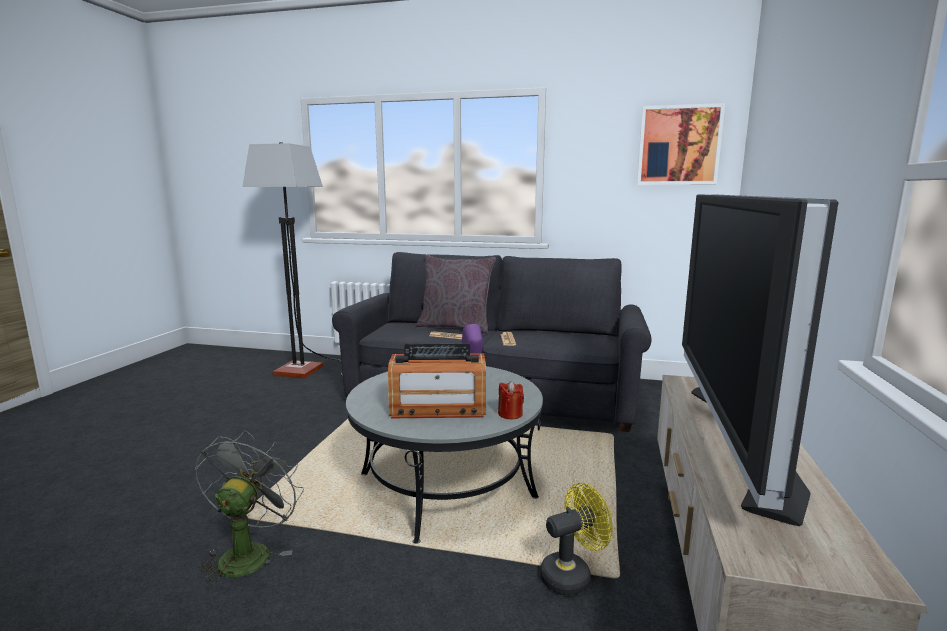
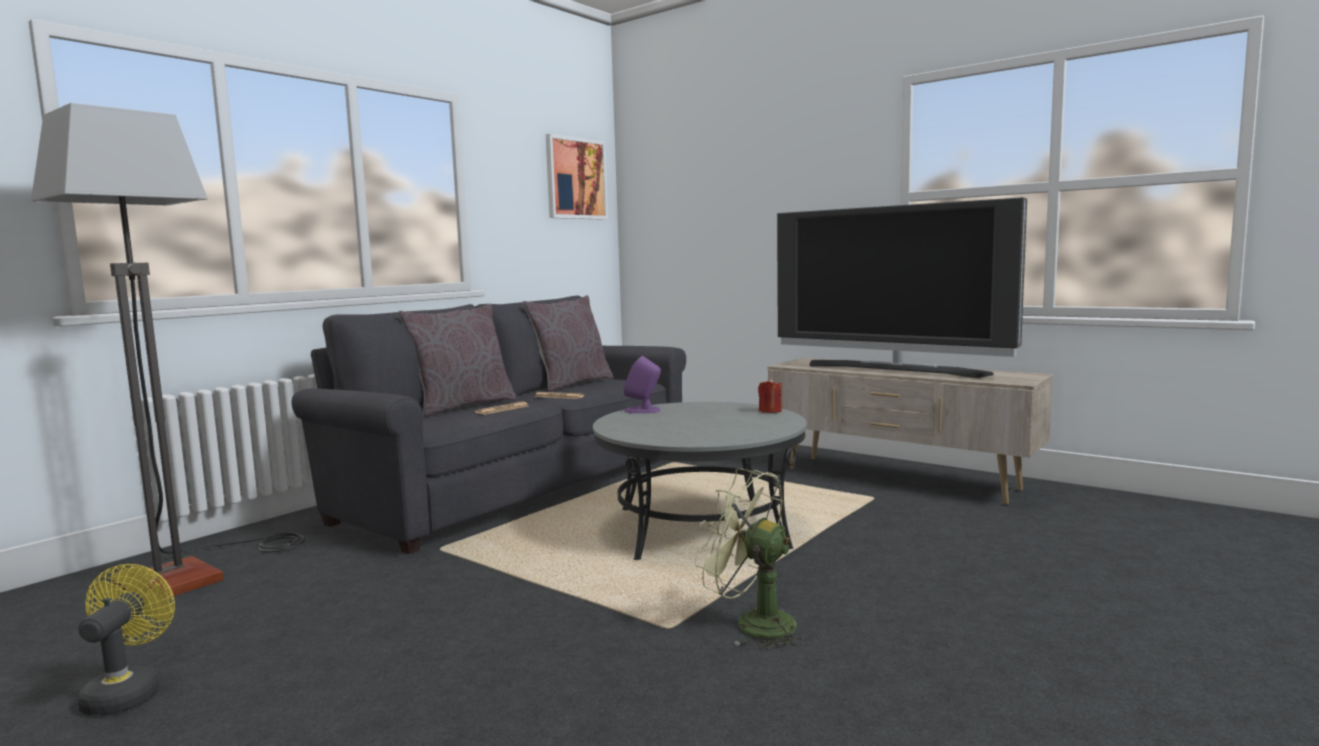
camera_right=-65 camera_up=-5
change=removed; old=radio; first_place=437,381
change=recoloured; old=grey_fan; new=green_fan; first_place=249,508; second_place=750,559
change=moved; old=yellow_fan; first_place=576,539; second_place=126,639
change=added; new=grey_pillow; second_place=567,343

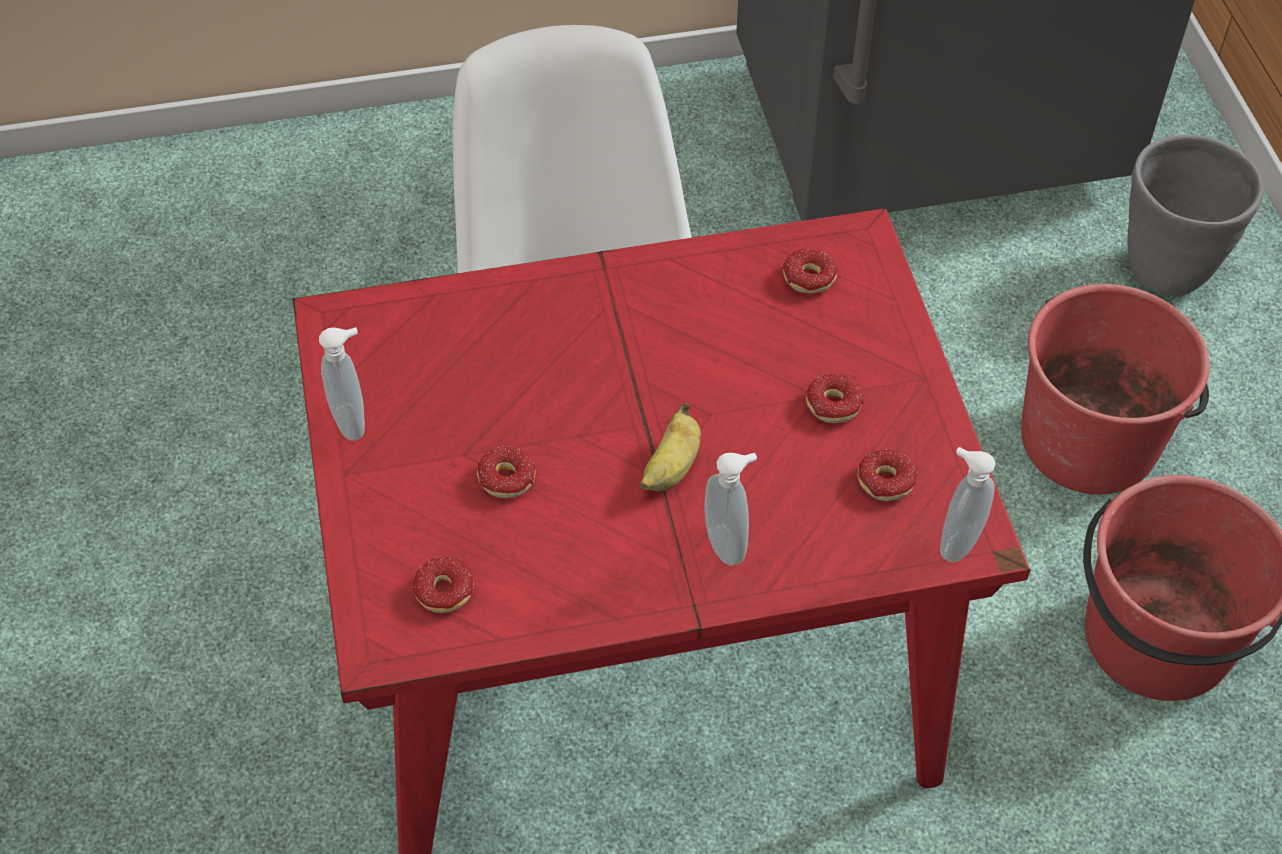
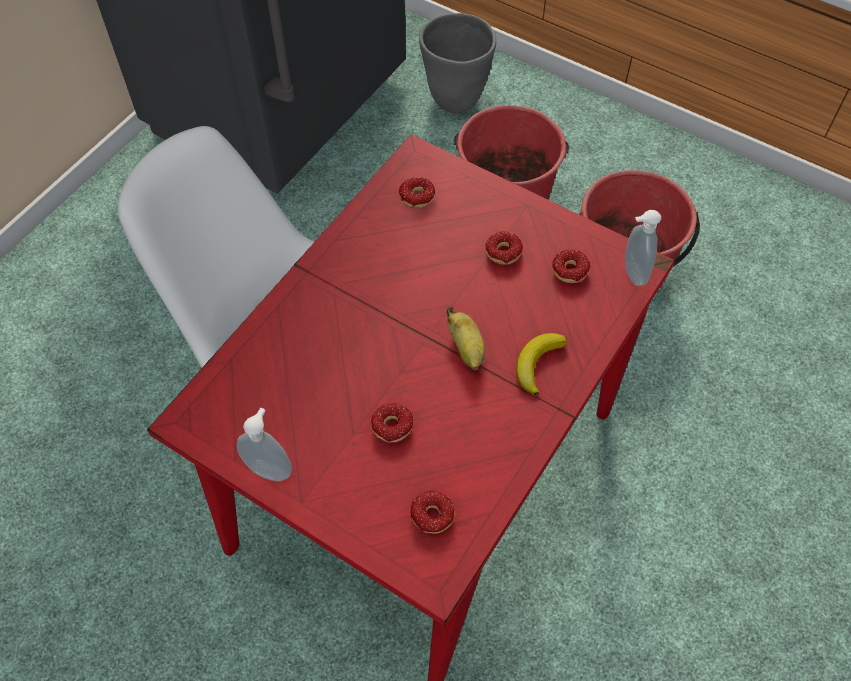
camera_right=-45 camera_up=5
change=replaced; old=soap_dispenser; new=banana; first_place=730,509; second_place=541,364

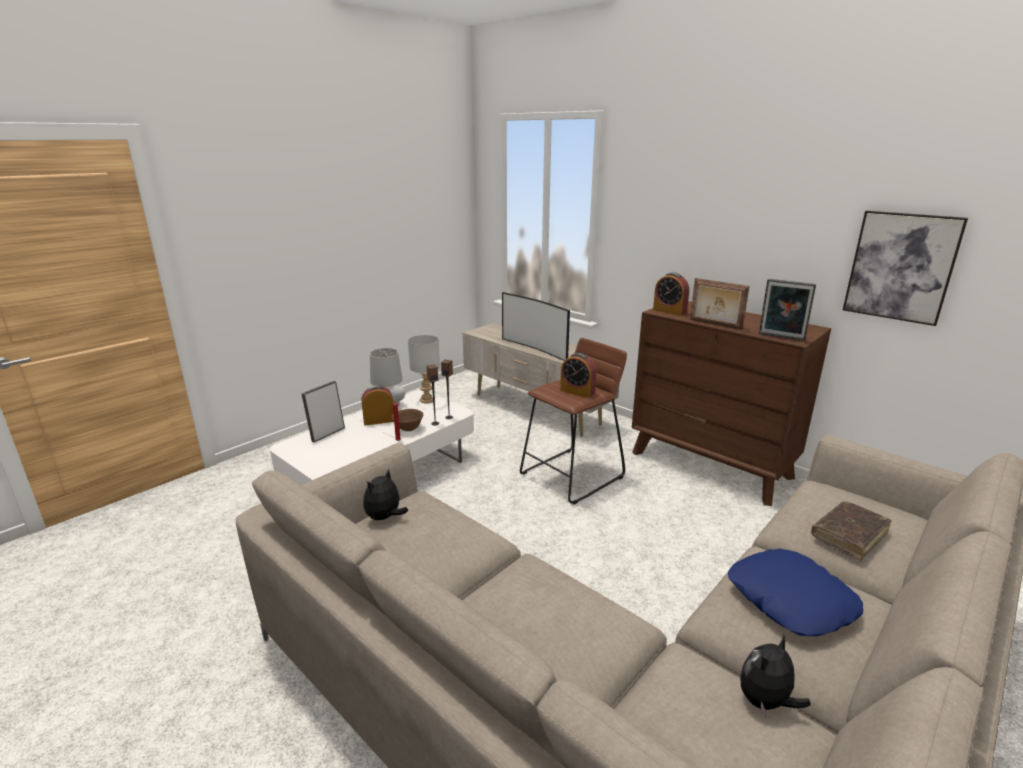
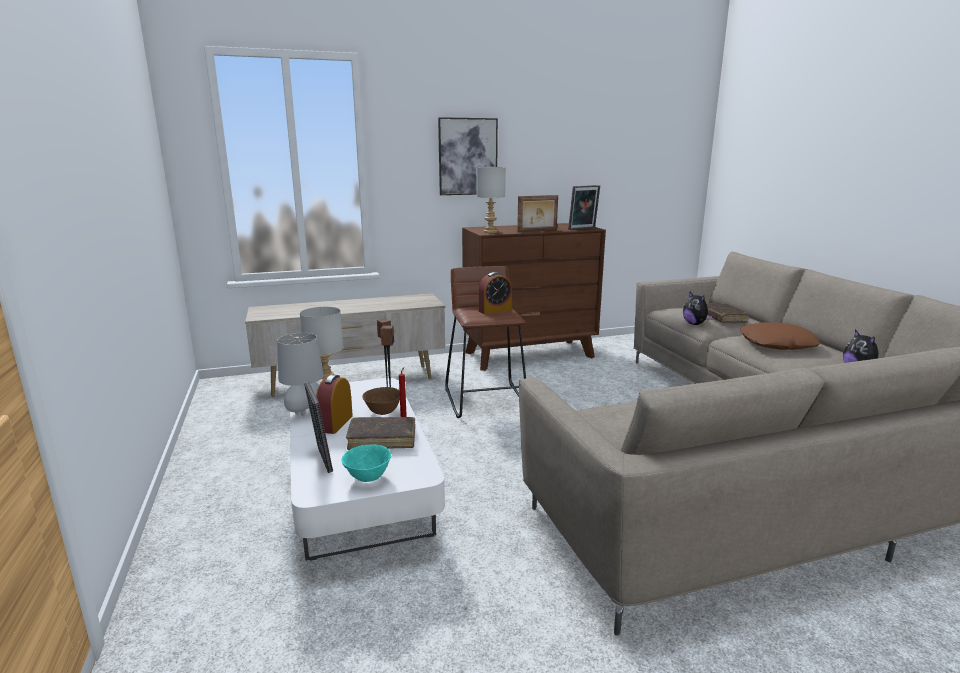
camera_right=-60 camera_up=-5
change=moved; old=picture; first_place=905,268; second_place=468,156
change=replaced; old=alarm_clock; new=grey_table_lamp; first_place=671,294; second_place=491,200
change=removed; old=television; first_place=536,326
change=moved; old=plush_toy; first_place=385,495; second_place=697,308
change=recoloured; old=blue_pillow; new=brown_pillow; first_place=795,592; second_place=780,336
change=added; new=brown_book; second_place=380,433
change=added; new=turquoise_bowl; second_place=366,463

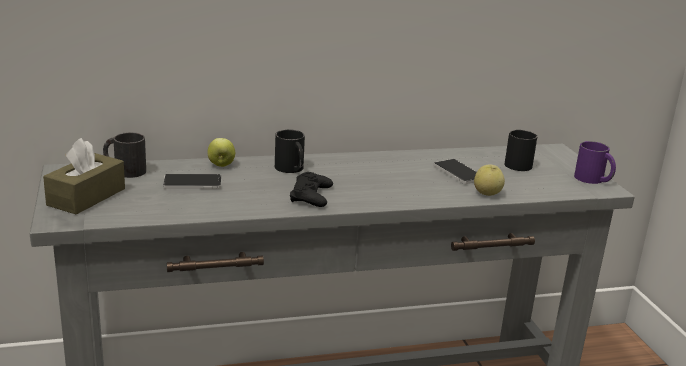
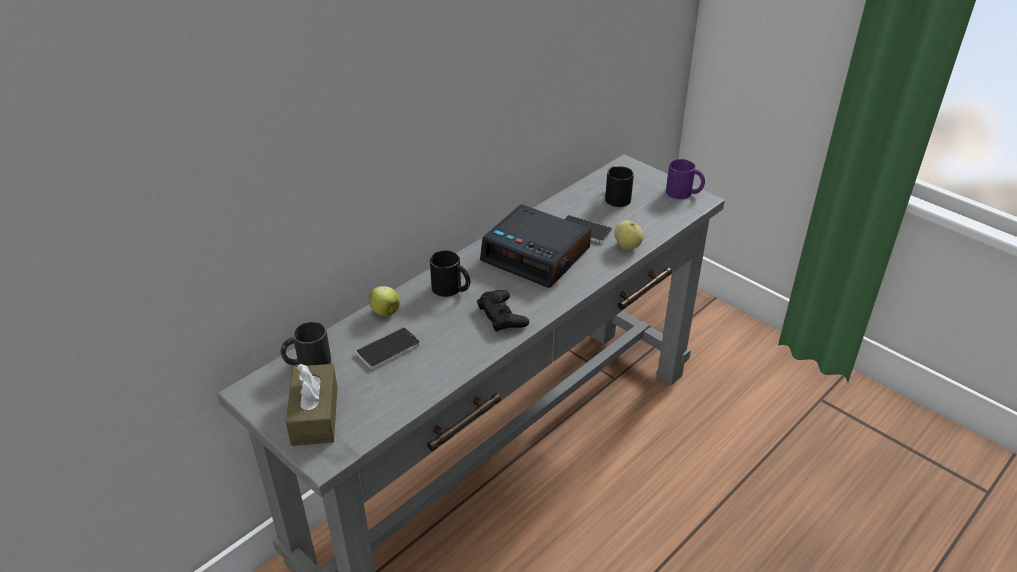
camera_right=-30 camera_up=15
change=added; new=alarm_clock; second_place=535,246

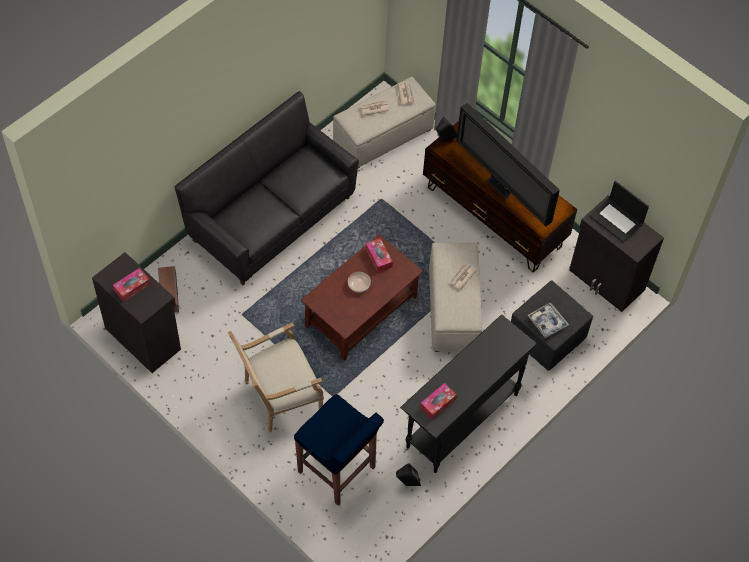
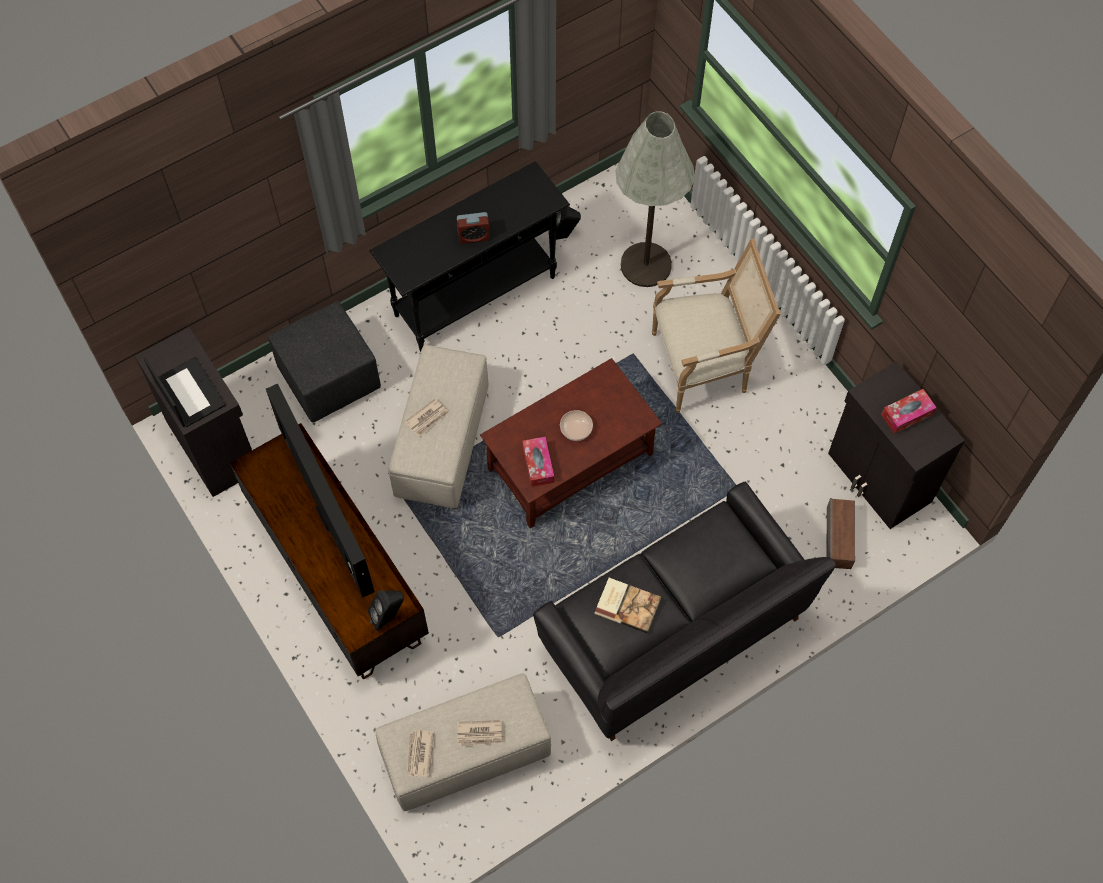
camera_right=-165 camera_up=5
change=removed; old=tray; first_place=548,320
change=removed; old=tissue_box; first_place=438,401
change=replaced; old=blue_stool; new=grey_floor_lamp; first_place=339,449; second_place=655,199
change=added; new=alarm_clock; second_place=473,228
change=added; new=book; second_place=627,606

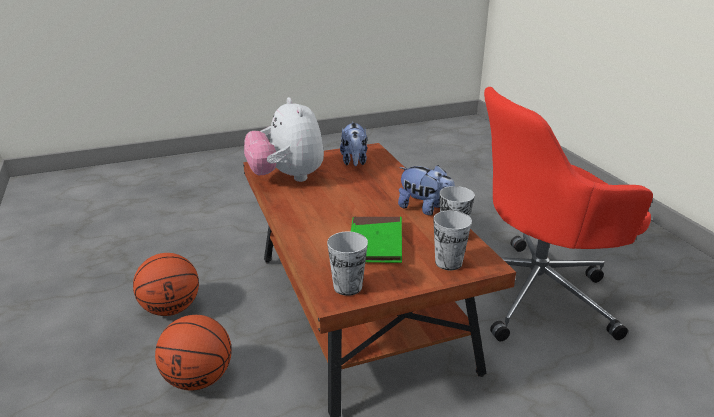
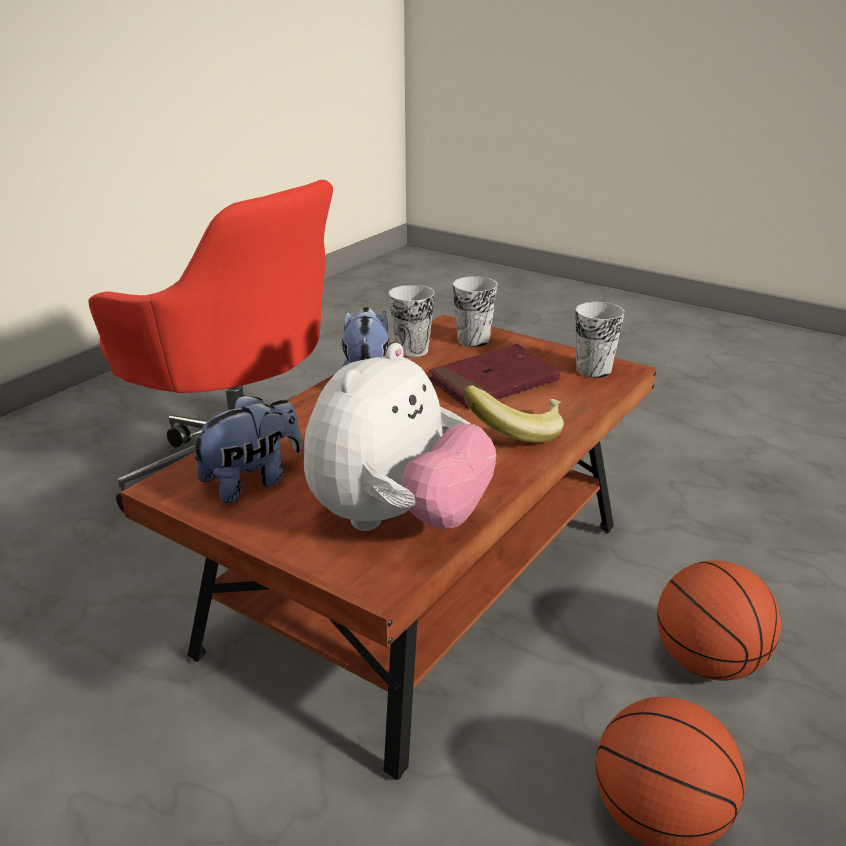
camera_right=-125 camera_up=0
change=recoloured; old=green_book; new=red_book; first_place=376,240; second_place=494,376
change=added; new=banana; second_place=514,414

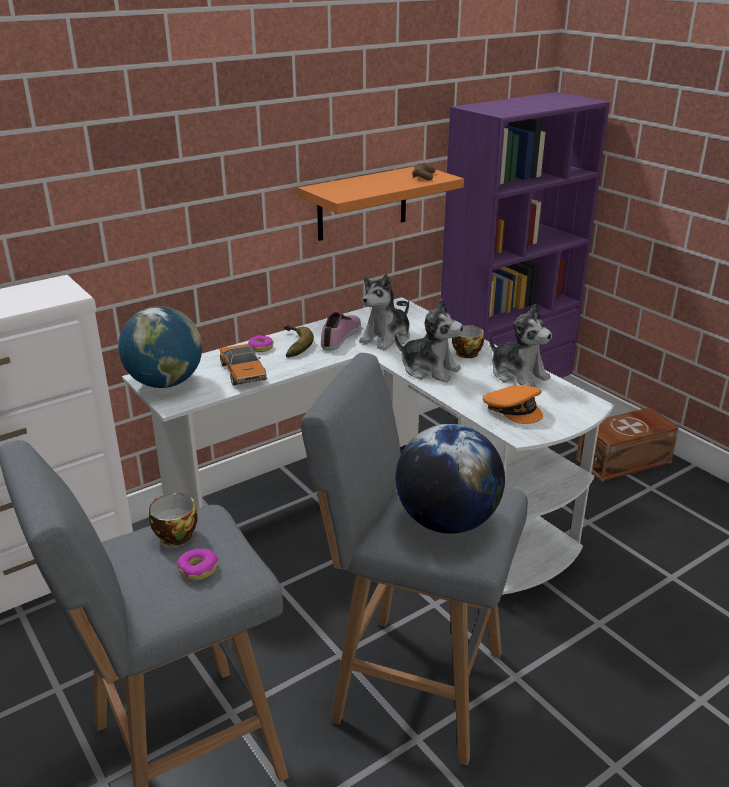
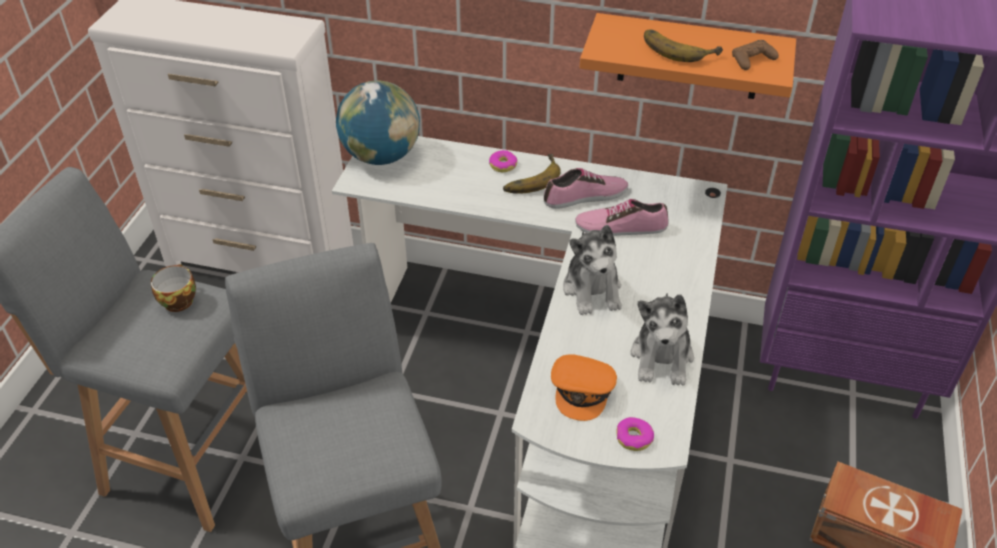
camera_right=50 camera_up=15
change=replaced; old=plush_toy; new=shoe; first_place=384,312; second_place=622,217
change=removed; old=cup; first_place=468,341
change=removed; old=toy_car; first_place=243,364
change=removed; old=globe; first_place=450,479
change=moved; old=donut; first_place=197,564; second_place=635,434
change=added; new=banana; second_place=683,45

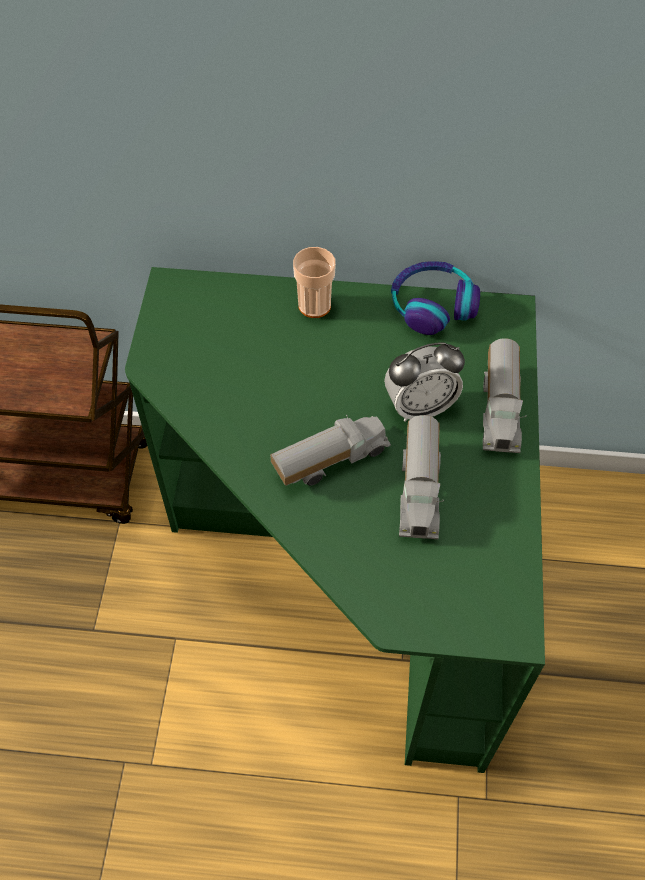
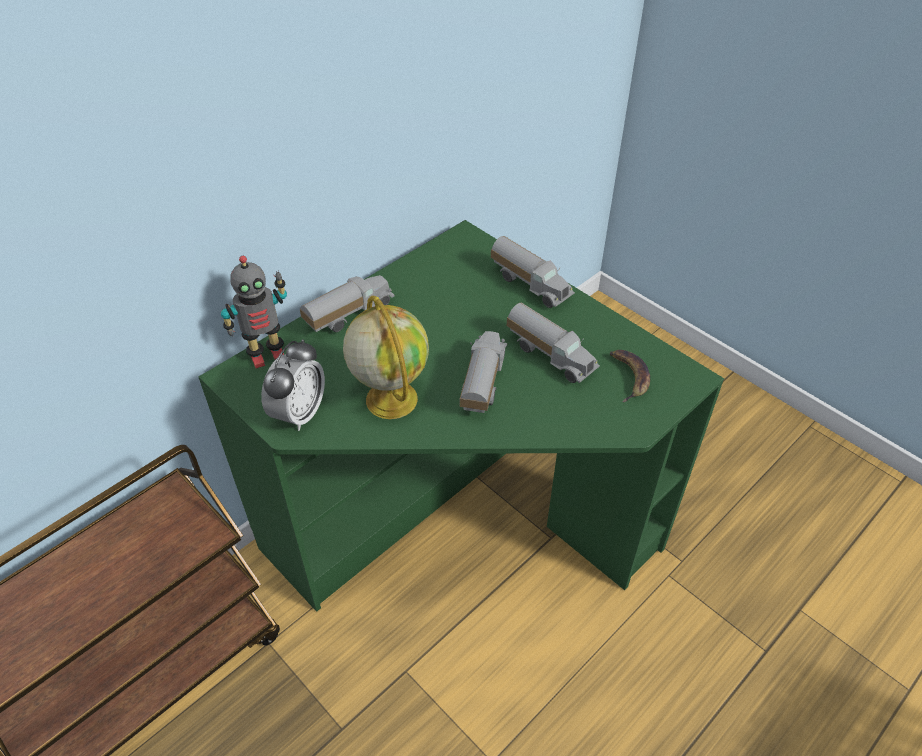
camera_right=-50 camera_up=-10
change=replaced; old=cup; new=toy_truck; first_place=314,282; second_place=347,303
change=removed; old=headphones; first_place=435,298
change=moved; old=alarm_clock; first_place=424,382; second_place=293,385
change=added; new=toy_robot; second_place=254,312
change=added; new=globe; second_place=386,357
change=added; new=banana; second_place=630,376

